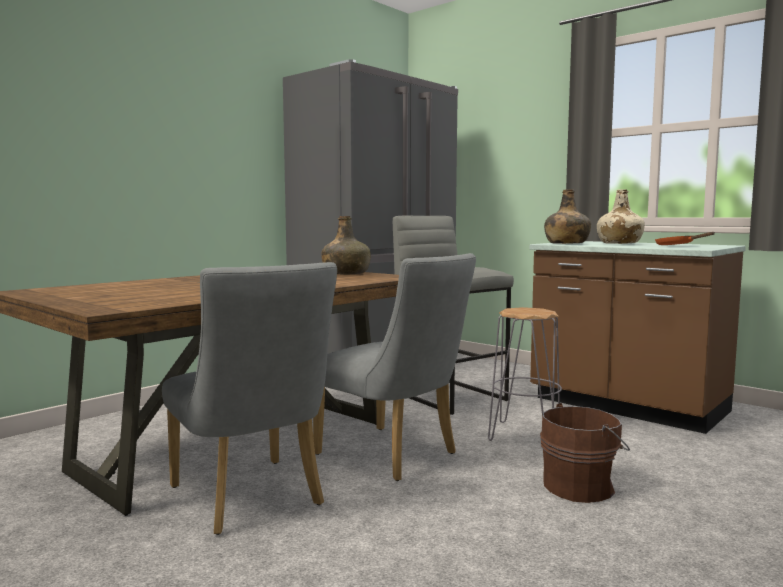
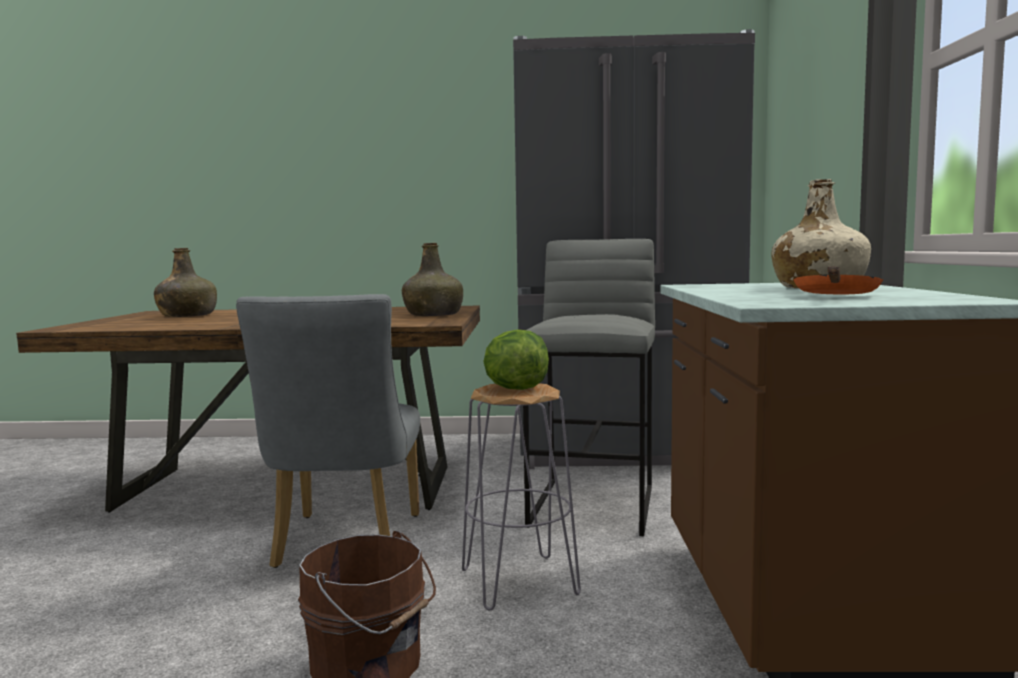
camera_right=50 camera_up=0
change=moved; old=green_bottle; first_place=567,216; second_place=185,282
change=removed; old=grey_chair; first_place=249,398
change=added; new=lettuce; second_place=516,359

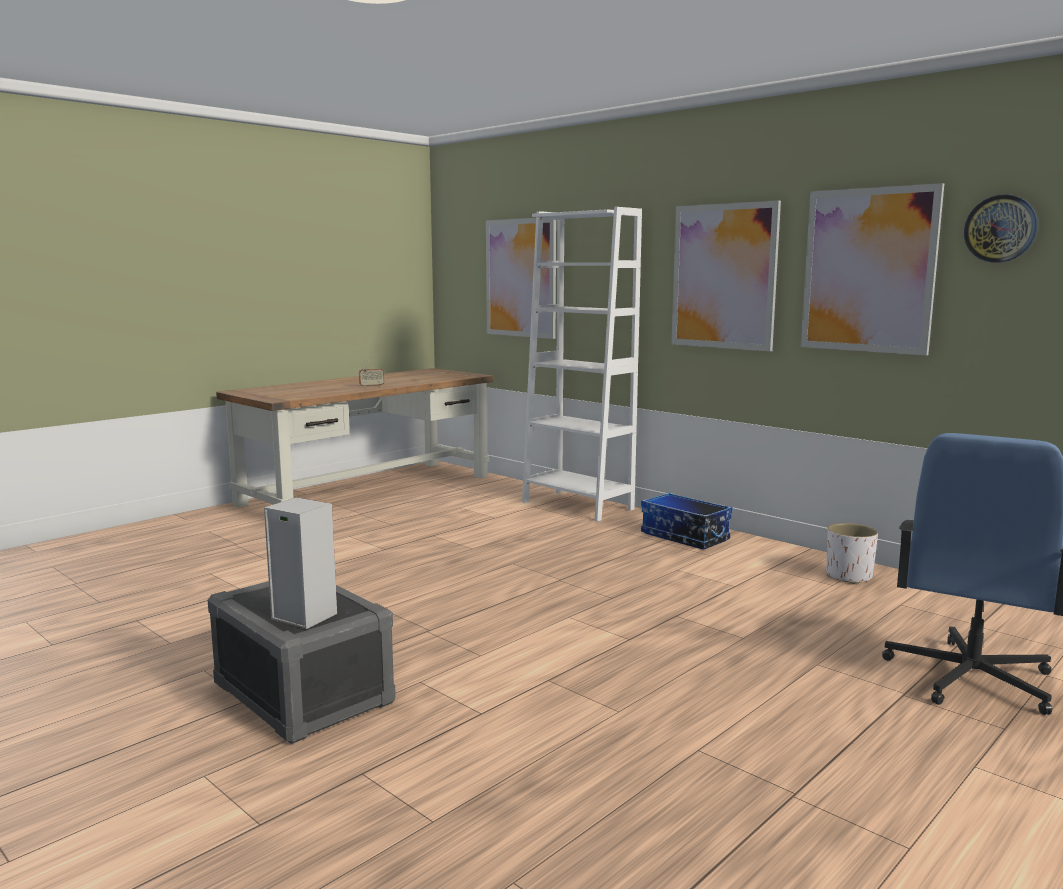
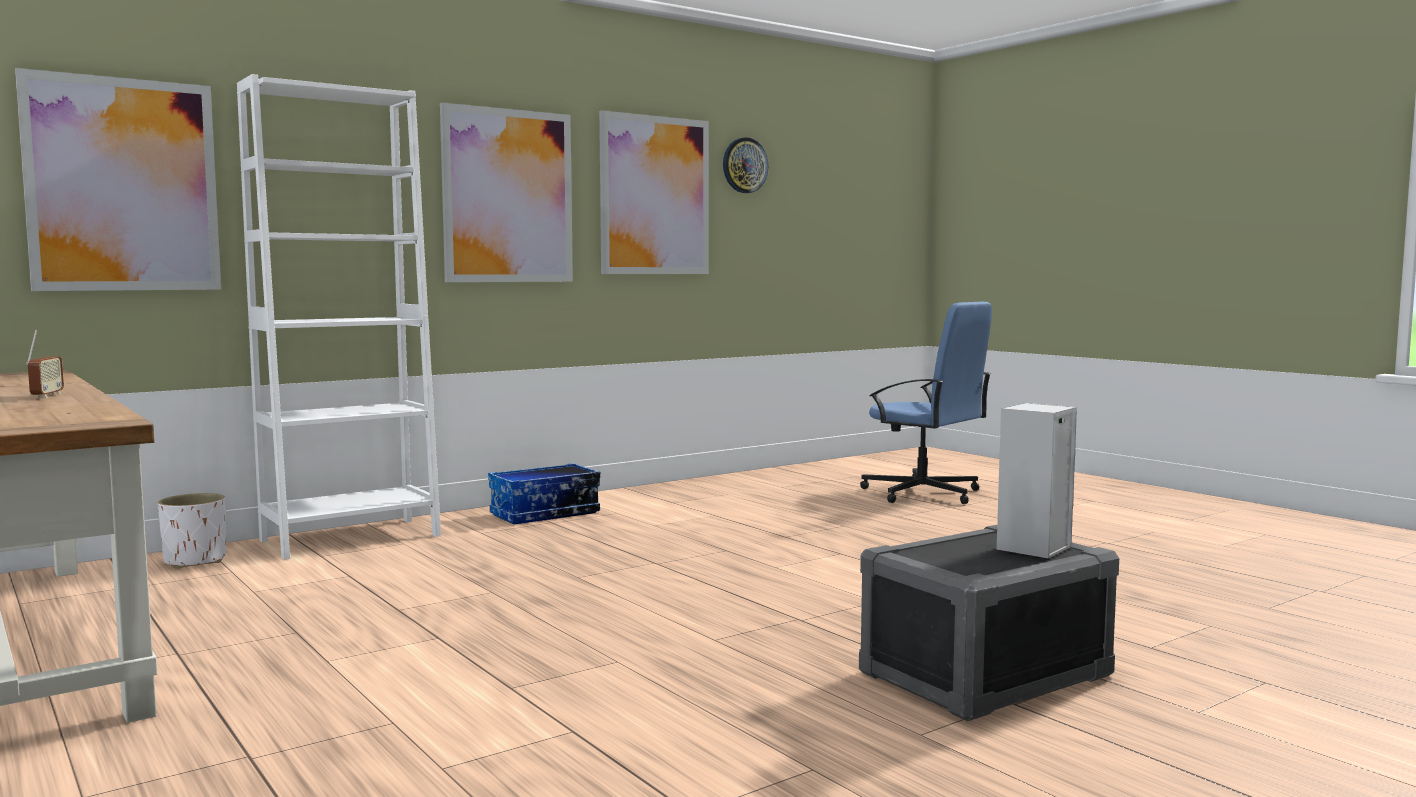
camera_right=-80 camera_up=-5
change=moved; old=white_planter; first_place=852,553; second_place=192,531

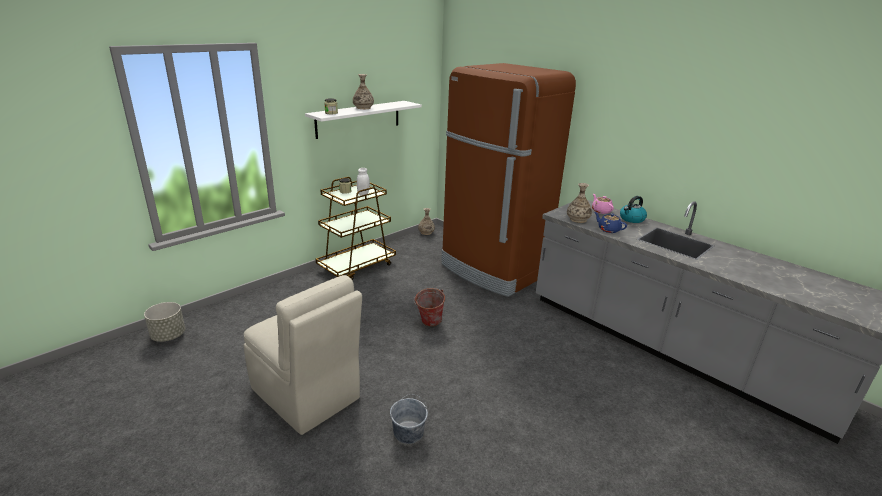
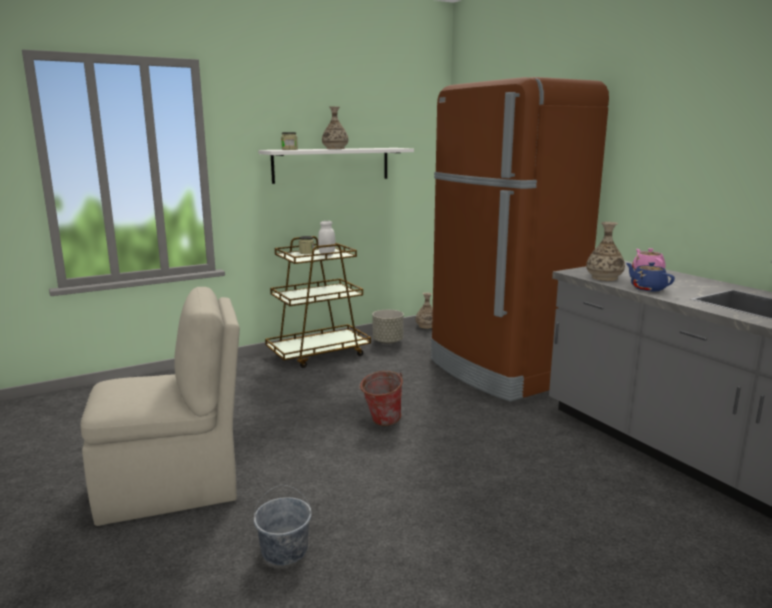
camera_right=15 camera_up=-10
change=removed; old=kettle; first_place=633,209
change=turned; old=beige_chair; first_place=302,355; second_place=160,406; degrees=-75
change=moved; old=grey_planter; first_place=164,322; second_place=388,327

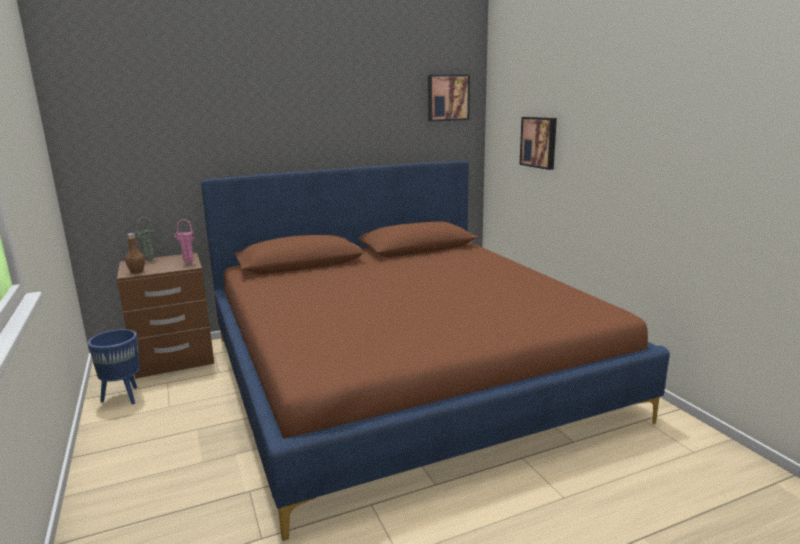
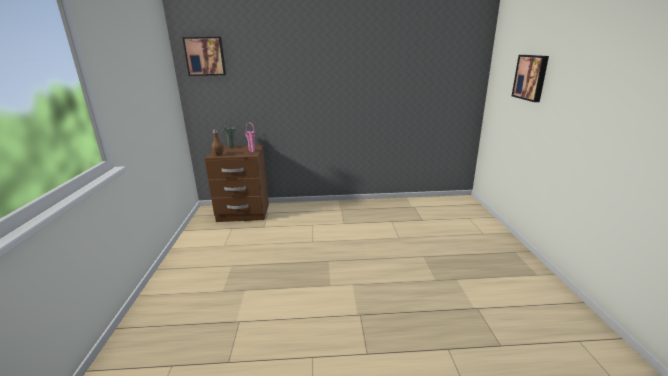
camera_right=20 camera_up=5
change=moved; old=picture; first_place=449,97; second_place=204,56
change=removed; old=brown_bed; first_place=435,351
change=removed; old=blue_planter; first_place=114,366

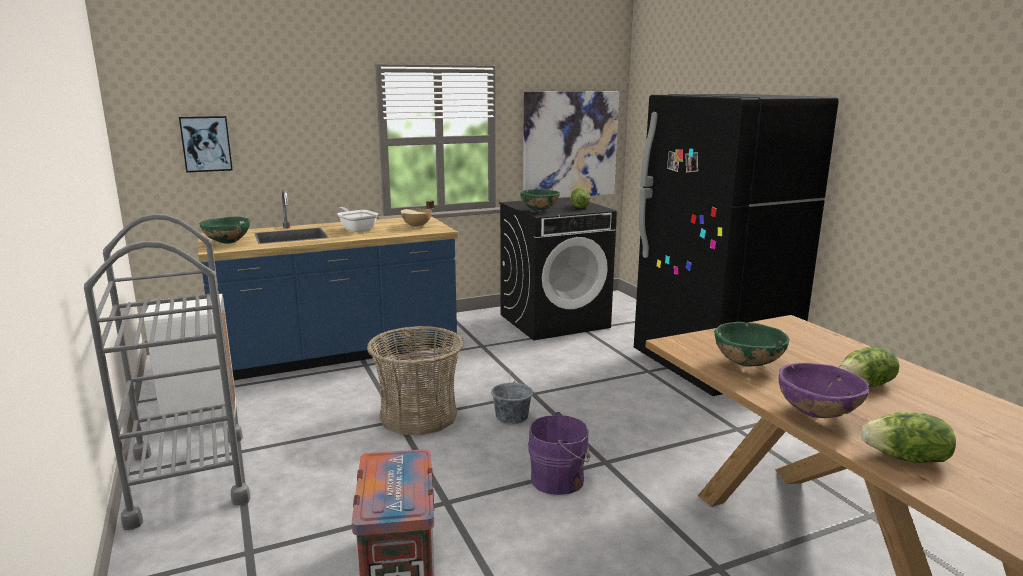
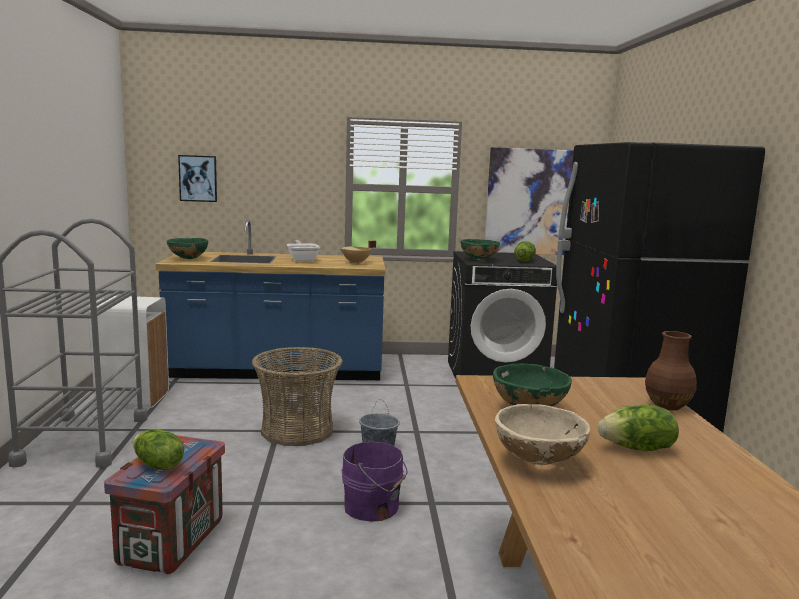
camera_right=20 camera_up=-5
change=recoloured; old=purple_bowl; new=beige_bowl; first_place=824,390; second_place=542,434
change=moved; old=lettuce; first_place=908,437; second_place=158,449
change=added; new=brown_vase; second_place=671,370

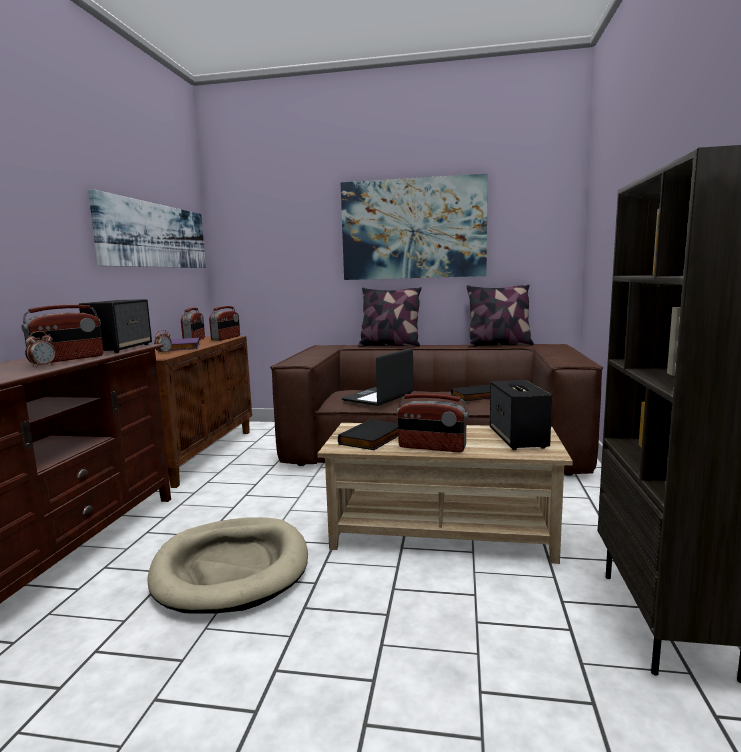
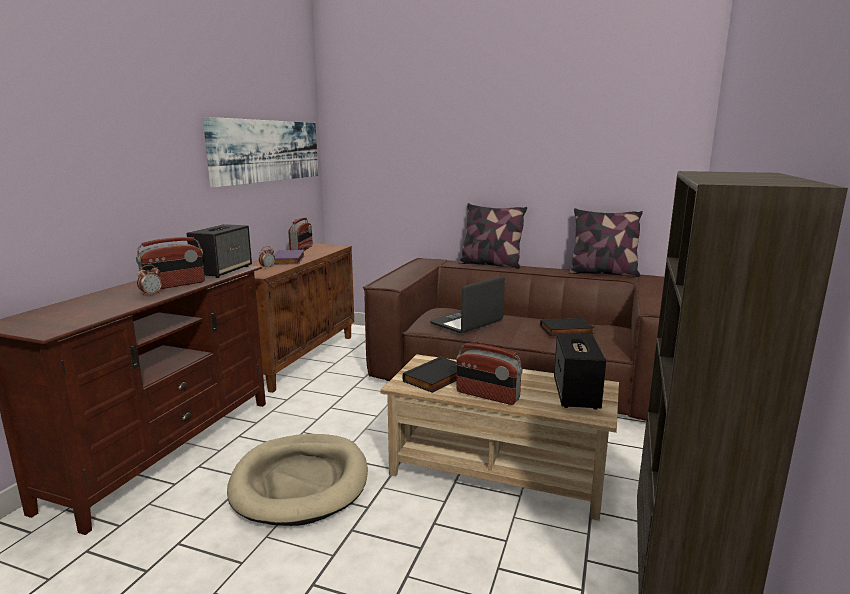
camera_right=10 camera_up=5
change=removed; old=picture; first_place=414,227
change=removed; old=radio; first_place=224,323

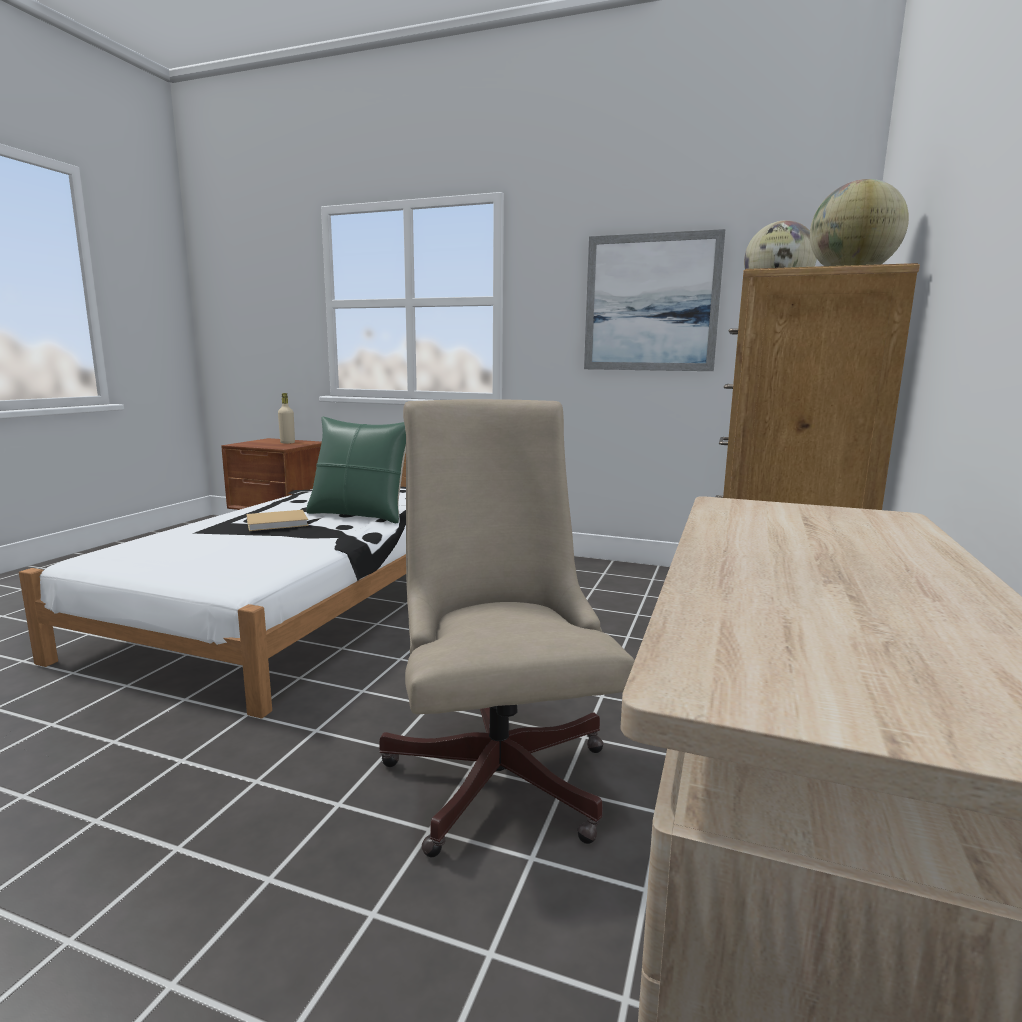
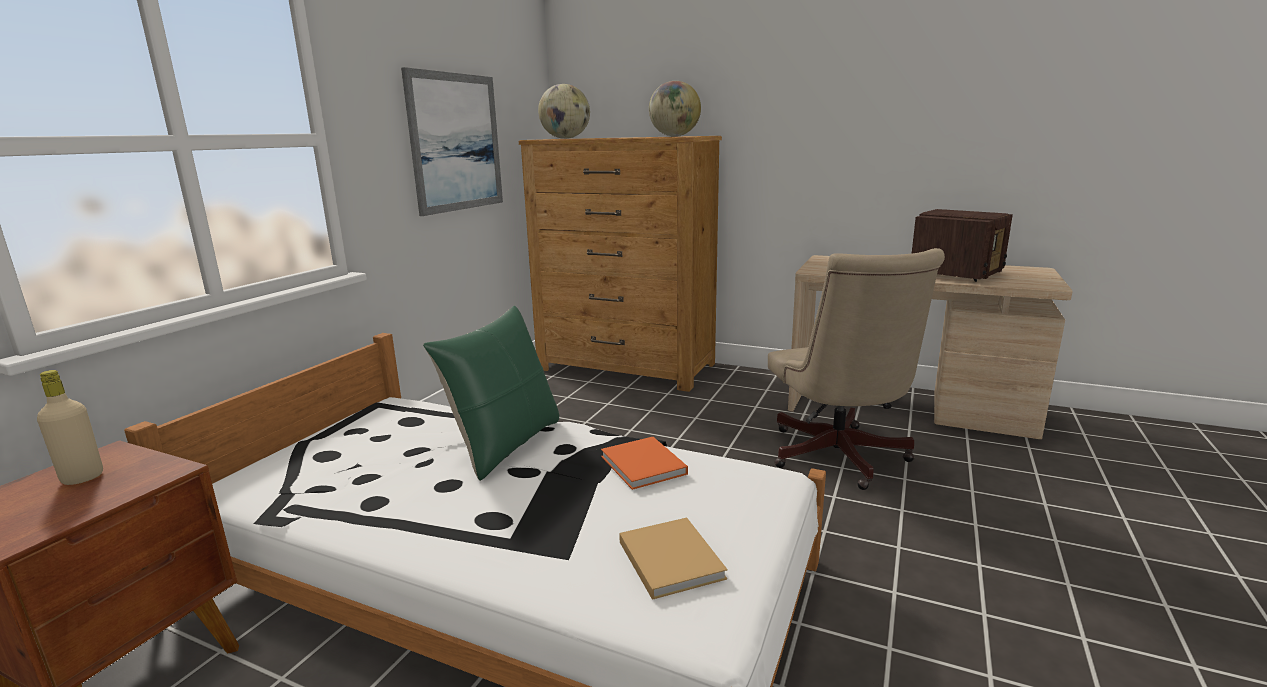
camera_right=-85 camera_up=5
change=turned; old=beige_office_chair; first_place=507,628; second_place=856,369; degrees=-90
change=moved; old=beige_book; first_place=277,520; second_place=673,559
change=added; new=radio; second_place=962,245
change=added; new=orange_book; second_place=644,463

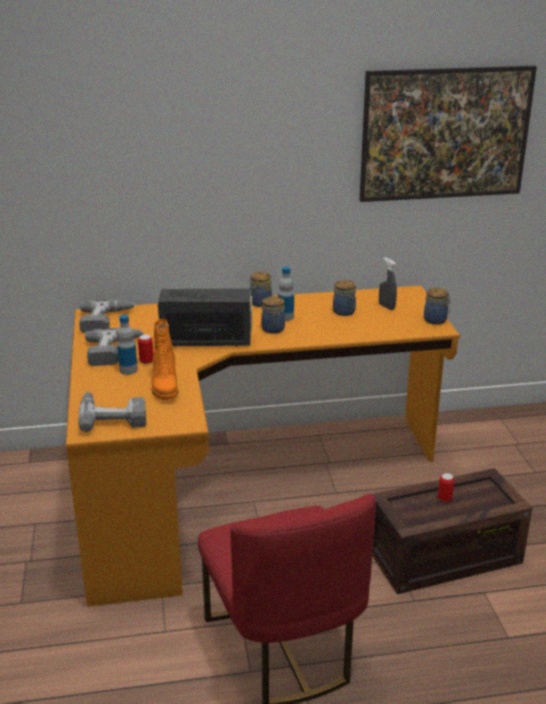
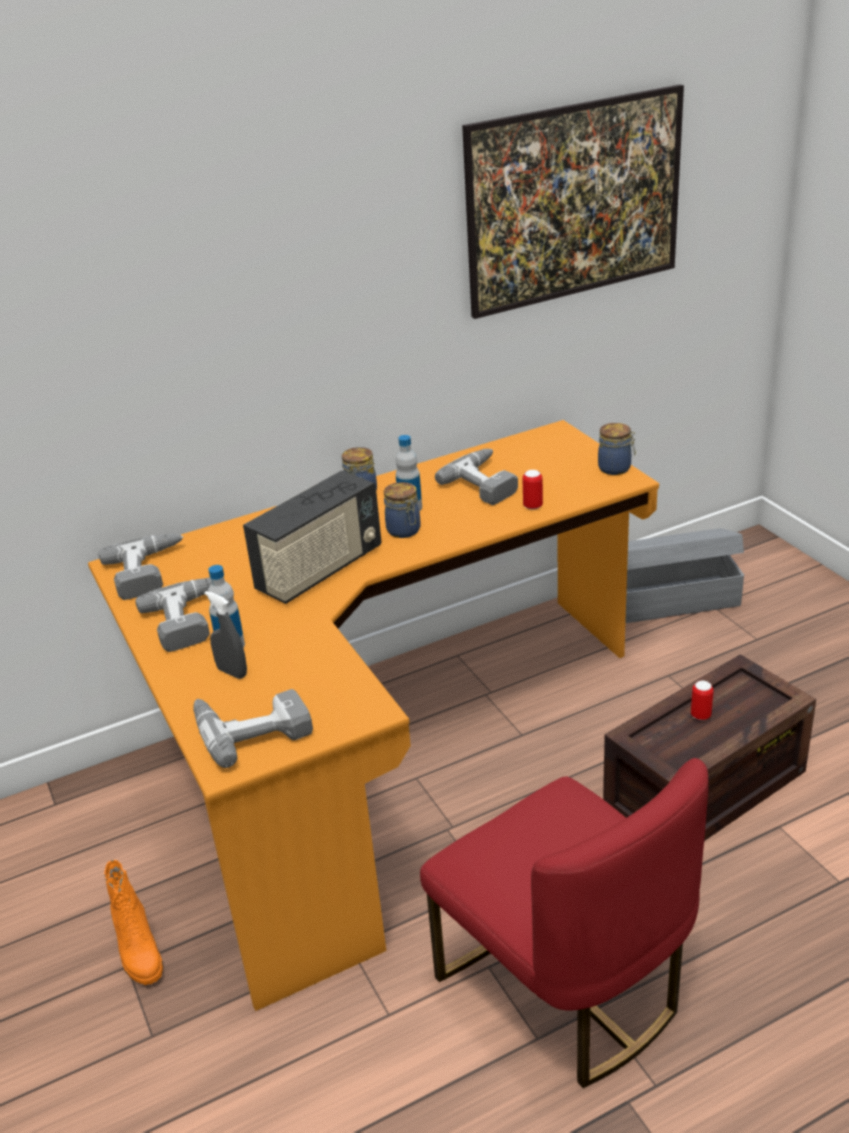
camera_right=-15 camera_up=5
change=moved; old=grey_spray_bottle; first_place=388,283; second_place=225,635
change=replaced; old=jar; new=power_drill; first_place=344,298; second_place=476,477
change=turned; old=radio; first_place=205,318; second_place=312,537; degrees=150
change=moved; old=orange_boot; first_place=165,359; second_place=133,922
change=moved; old=can; first_place=146,349; second_place=532,490
change=added; new=grey_storage_box; second_place=684,575

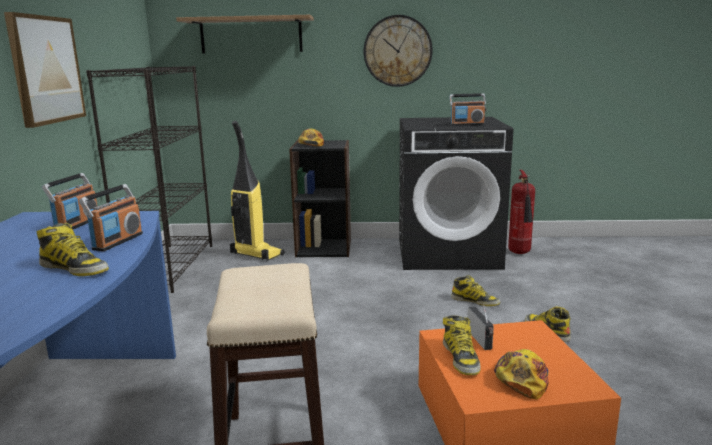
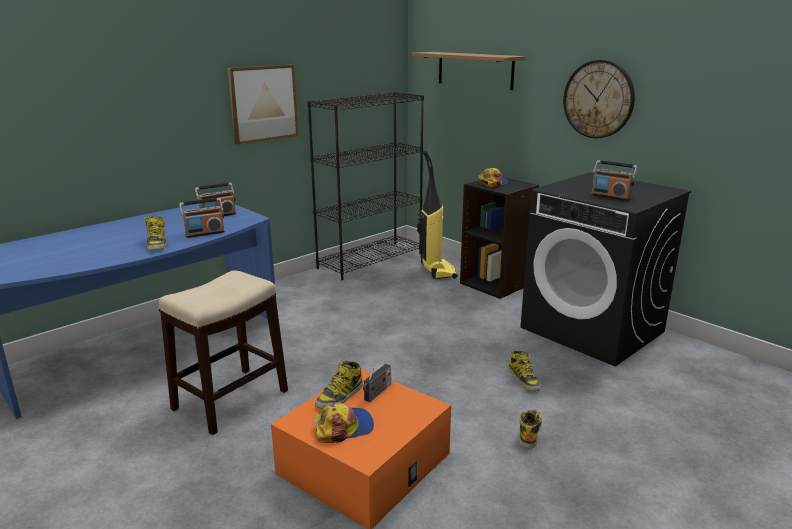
camera_right=45 camera_up=5
change=removed; old=fire_extinguisher; first_place=521,212

